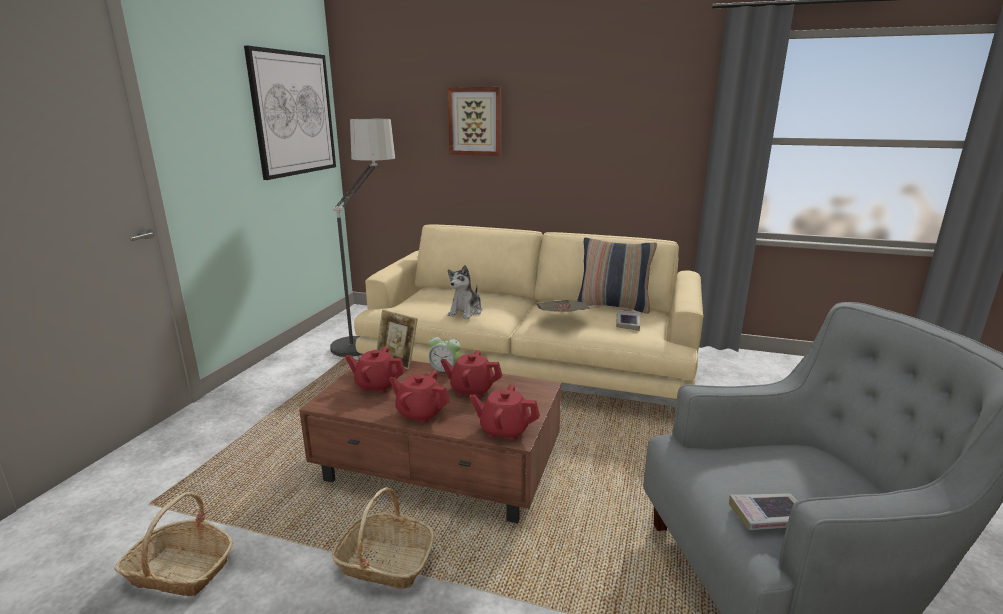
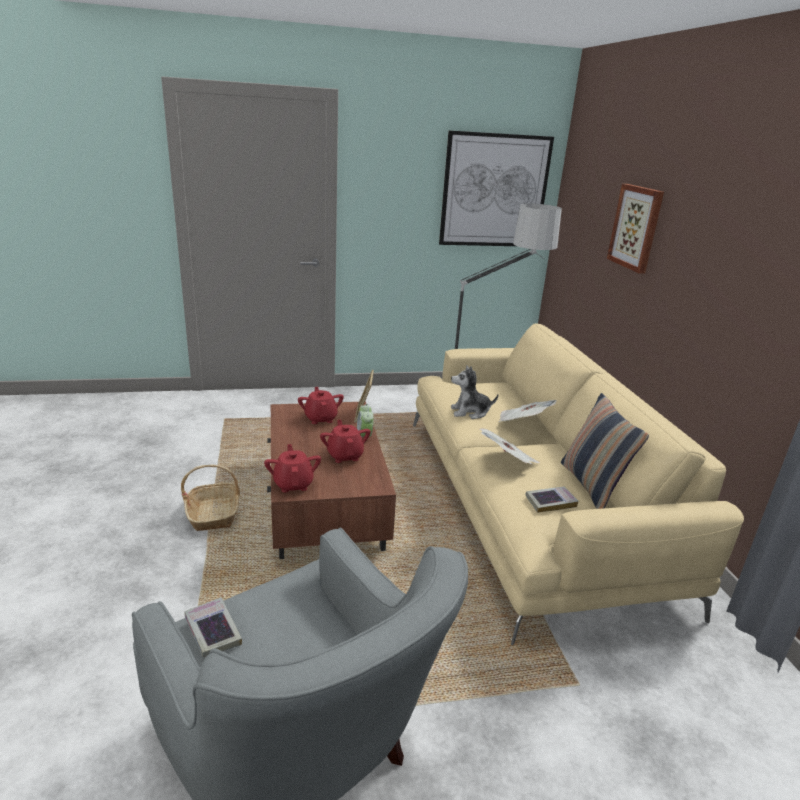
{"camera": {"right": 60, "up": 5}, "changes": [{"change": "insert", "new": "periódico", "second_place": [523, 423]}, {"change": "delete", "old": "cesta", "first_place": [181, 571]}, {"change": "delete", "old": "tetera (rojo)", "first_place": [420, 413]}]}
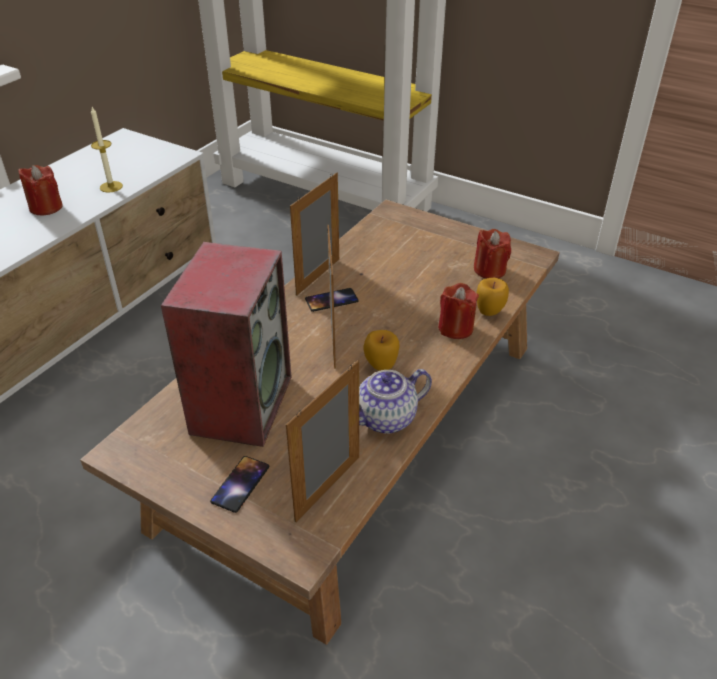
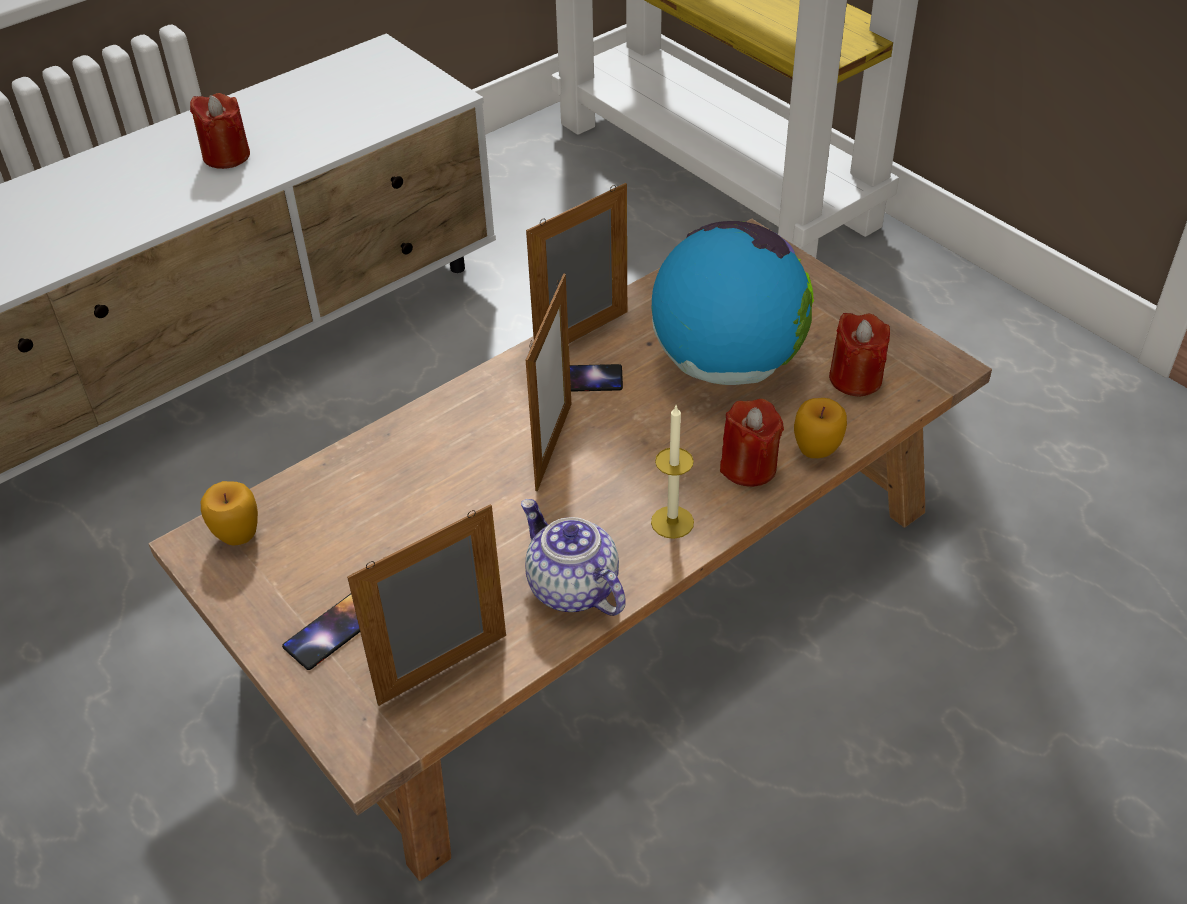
{"camera": {"right": 20, "up": 5}, "changes": [{"change": "move", "old": "manzana", "first_place": [381, 366], "second_place": [237, 535]}, {"change": "rotate", "old": "tetera", "first_place": [386, 419], "second_place": [571, 588], "degrees": 60}, {"change": "move", "old": "vela", "first_place": [111, 187], "second_place": [672, 522]}, {"change": "insert", "new": "globo terráqueo", "second_place": [727, 365]}, {"change": "delete", "old": "altavoz", "first_place": [241, 403]}]}
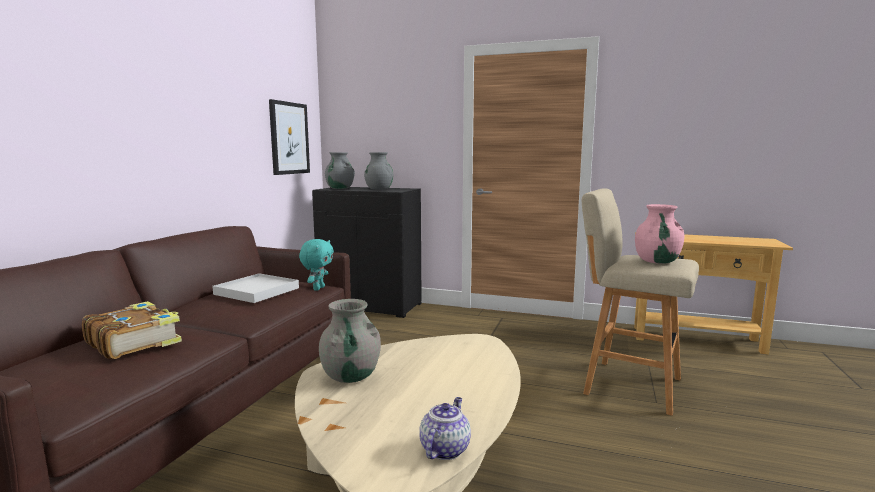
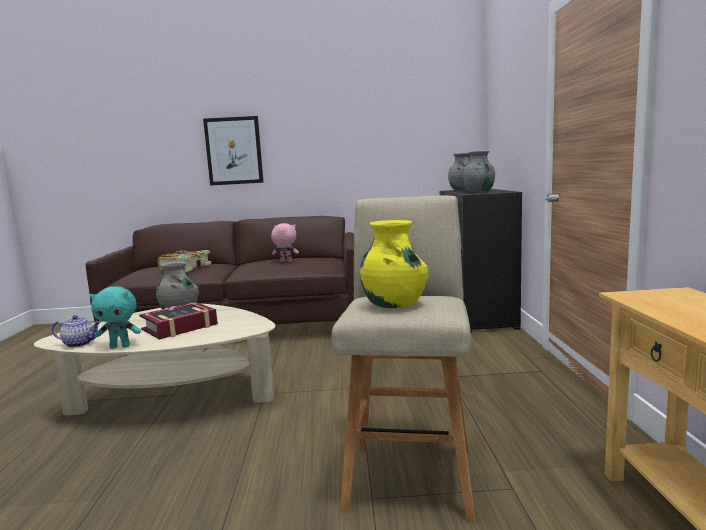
{"camera": {"right": 70, "up": 0}, "changes": [{"change": "move", "old": "peluche (turquesa)", "first_place": [318, 288], "second_place": [120, 346]}, {"change": "insert", "new": "libro", "second_place": [180, 327]}, {"change": "move", "old": "cuadro", "first_place": [289, 138], "second_place": [234, 151]}, {"change": "replace", "old": "bandeja (blanco)", "new": "peluche (rosa)", "first_place": [257, 291], "second_place": [285, 261]}, {"change": "recolor", "old": "florero (rosa)", "new": "florero (amarillo)", "first_place": [657, 261], "second_place": [394, 304]}]}
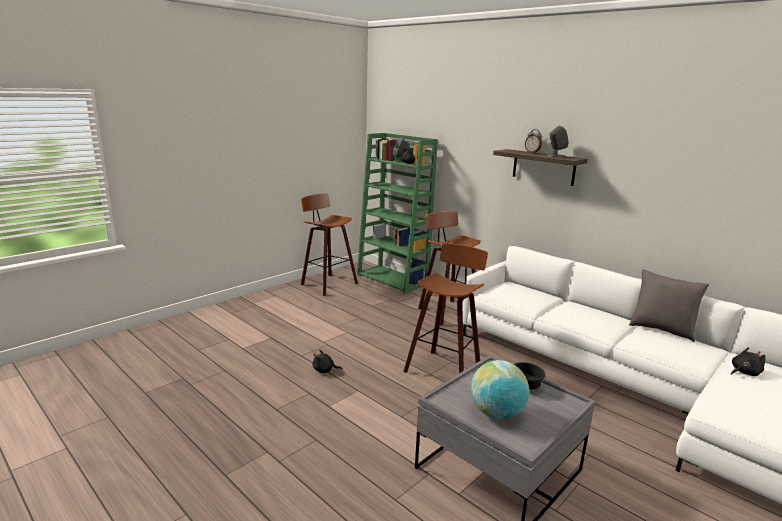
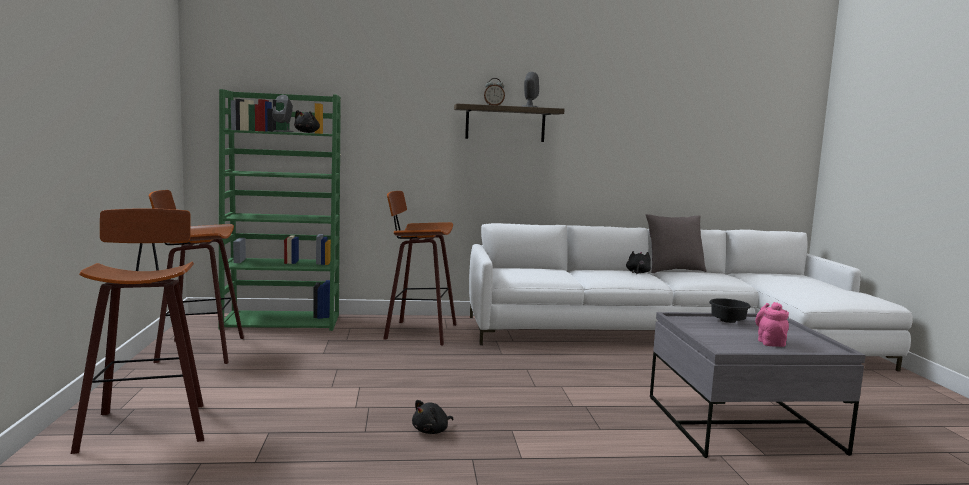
{"camera": {"right": -50, "up": -10}, "changes": [{"change": "move", "old": "taburete", "first_place": [445, 369], "second_place": [146, 425]}, {"change": "move", "old": "peluche (negro)", "first_place": [744, 372], "second_place": [637, 273]}, {"change": "replace", "old": "globo terráqueo", "new": "tetera (rosa)", "first_place": [496, 413], "second_place": [770, 342]}]}
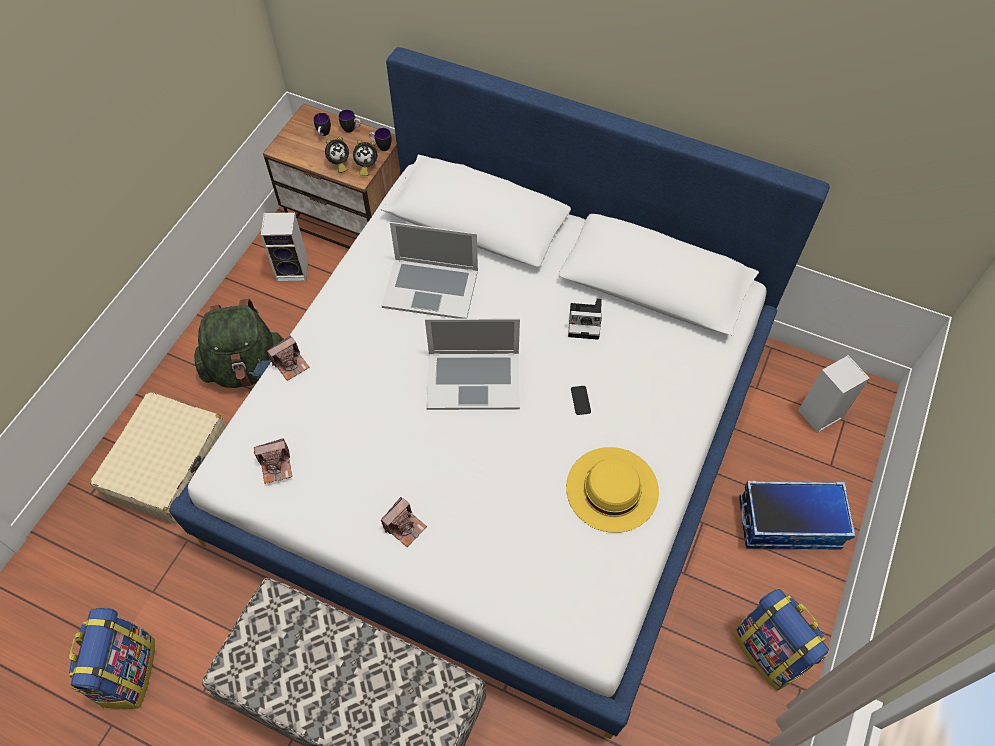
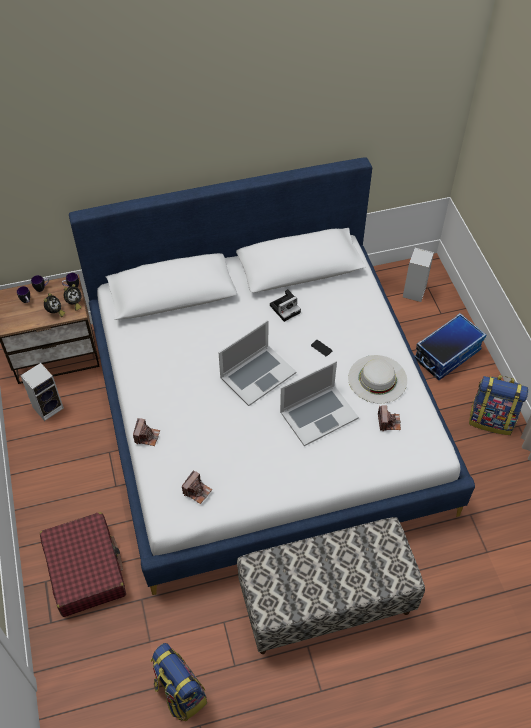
{"camera": {"right": -40, "up": -5}, "changes": [{"change": "recolor", "old": "maleta (beis)", "new": "maleta (rojo)", "first_place": [169, 465], "second_place": [85, 569]}, {"change": "move", "old": "portátil", "first_place": [430, 288], "second_place": [318, 414]}, {"change": "recolor", "old": "sombrero (amarillo)", "new": "sombrero (blanco)", "first_place": [612, 489], "second_place": [377, 379]}, {"change": "move", "old": "cámara", "first_place": [405, 526], "second_place": [388, 422]}, {"change": "delete", "old": "mochila (verde)", "first_place": [248, 369]}]}
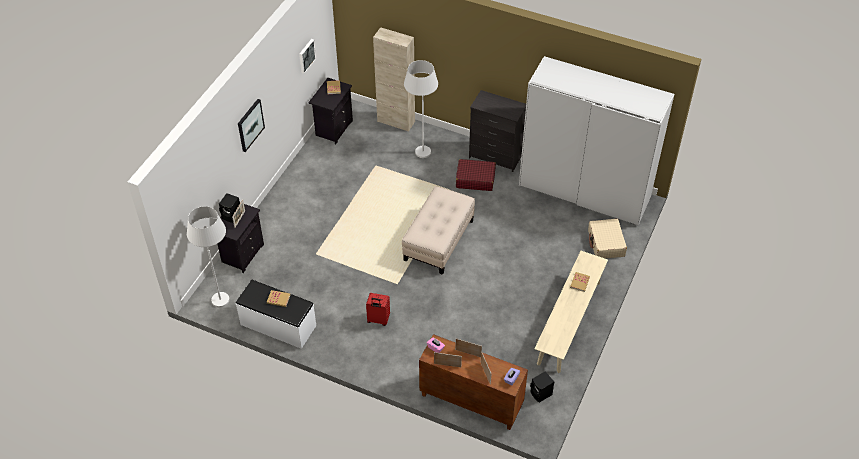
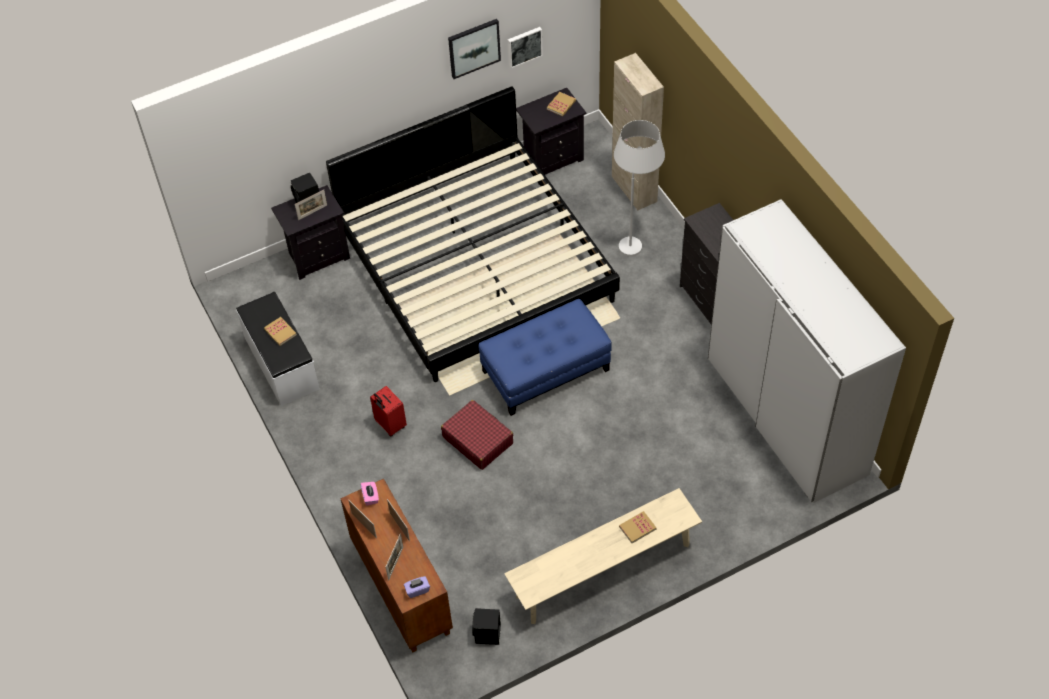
{"camera": {"right": 40, "up": 5}, "changes": [{"change": "insert", "new": "cama", "second_place": [476, 265]}, {"change": "move", "old": "maleta (rojo)", "first_place": [475, 179], "second_place": [477, 440]}, {"change": "move", "old": "cuadro", "first_place": [250, 125], "second_place": [474, 48]}, {"change": "recolor", "old": "puf (beis)", "new": "puf (azul)", "first_place": [438, 240], "second_place": [545, 370]}, {"change": "delete", "old": "lámpara de pie (blanco)", "first_place": [220, 292]}, {"change": "delete", "old": "maleta (beis)", "first_place": [606, 243]}]}
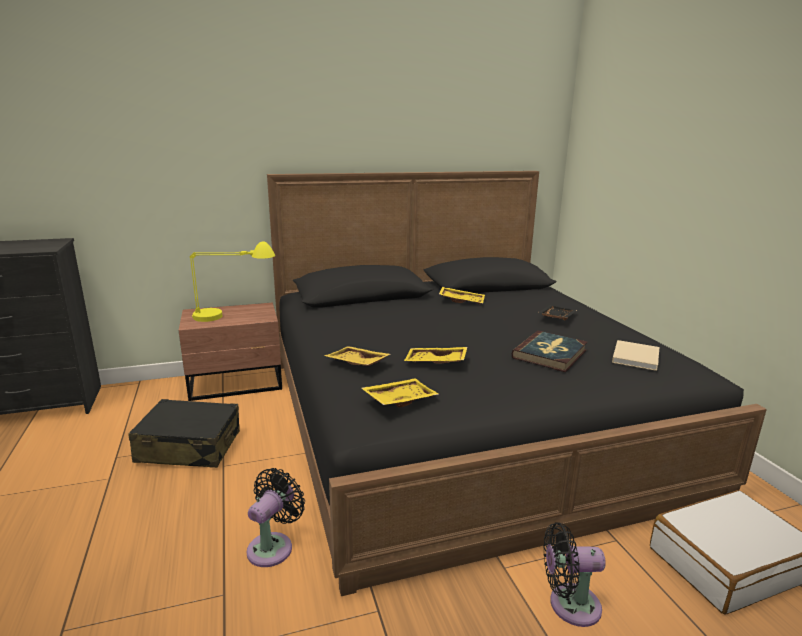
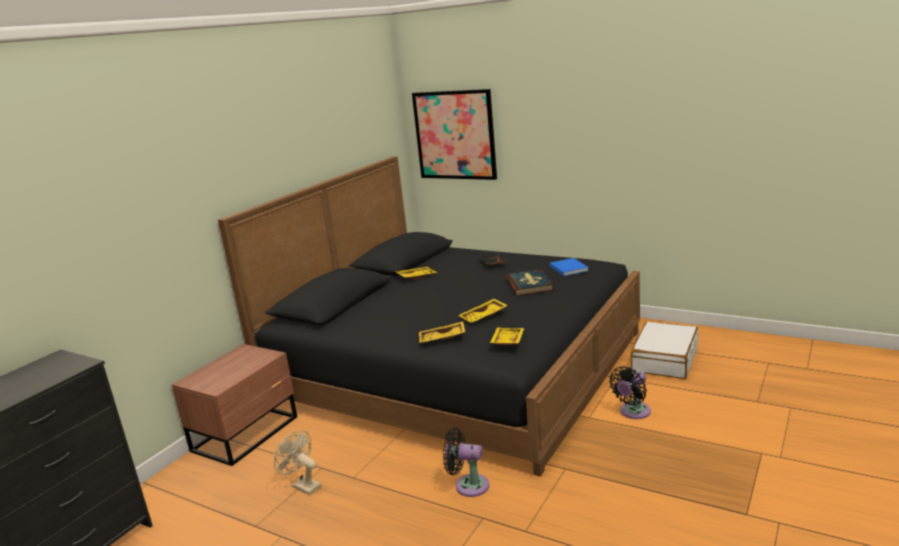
{"camera": {"right": -40, "up": 0}, "changes": [{"change": "replace", "old": "maleta (negro)", "new": "ventilador (beis)", "first_place": [189, 447], "second_place": [302, 485]}, {"change": "insert", "new": "cuadro", "second_place": [455, 135]}, {"change": "rotate", "old": "ventilador (negro)", "first_place": [273, 546], "second_place": [468, 485], "degrees": -60}, {"change": "recolor", "old": "libro (beis)", "new": "libro (azul)", "first_place": [635, 356], "second_place": [568, 268]}, {"change": "delete", "old": "lámpara de mesa (amarillo)", "first_place": [233, 316]}]}
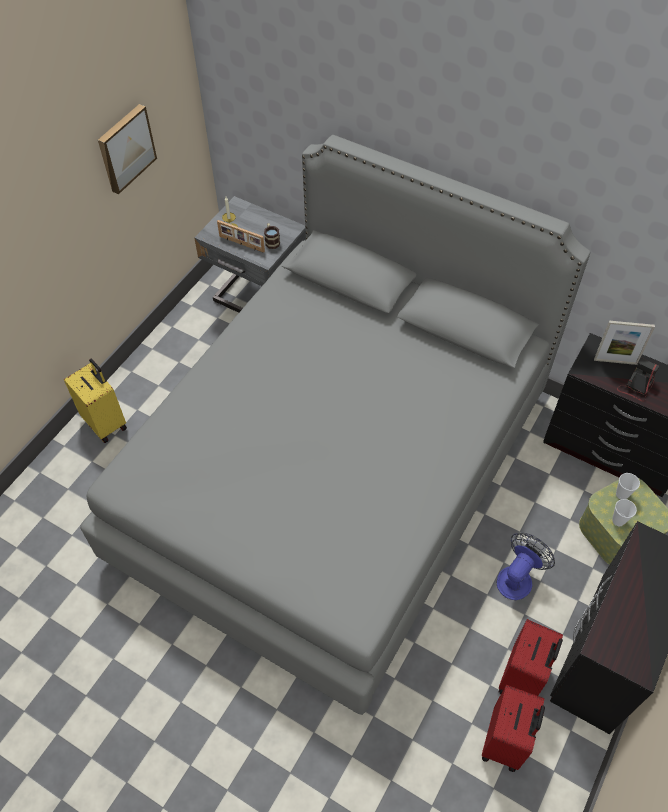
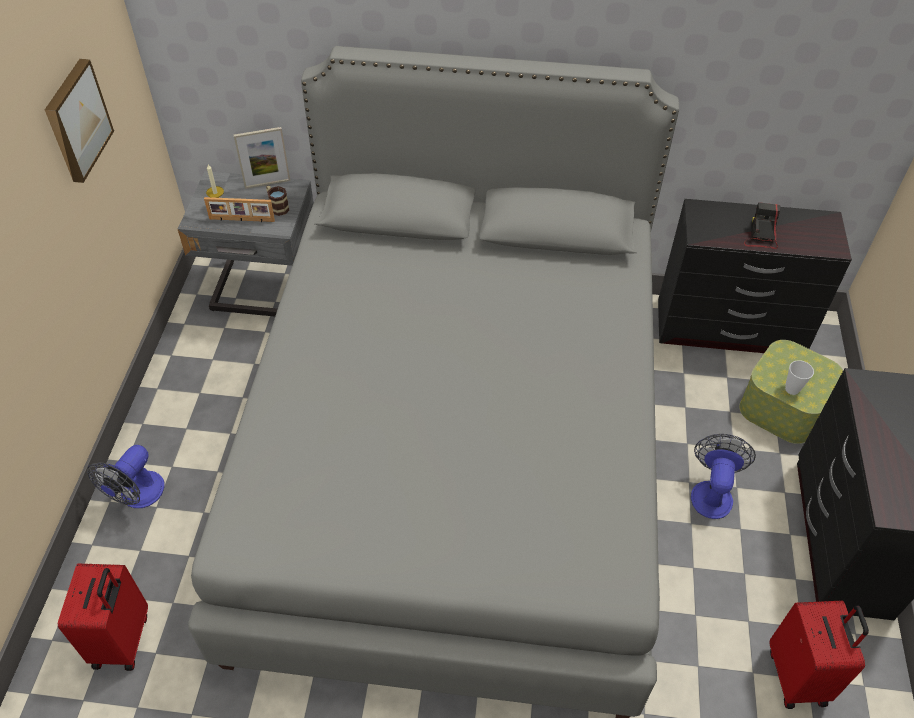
{"camera": {"right": -25, "up": -5}, "changes": [{"change": "move", "old": "maleta (rojo)", "first_place": [522, 678], "second_place": [123, 640]}, {"change": "replace", "old": "maleta (amarillo)", "new": "ventilador", "first_place": [106, 423], "second_place": [137, 496]}, {"change": "move", "old": "portarretratos", "first_place": [615, 361], "second_place": [267, 183]}, {"change": "delete", "old": "taza", "first_place": [621, 494]}]}
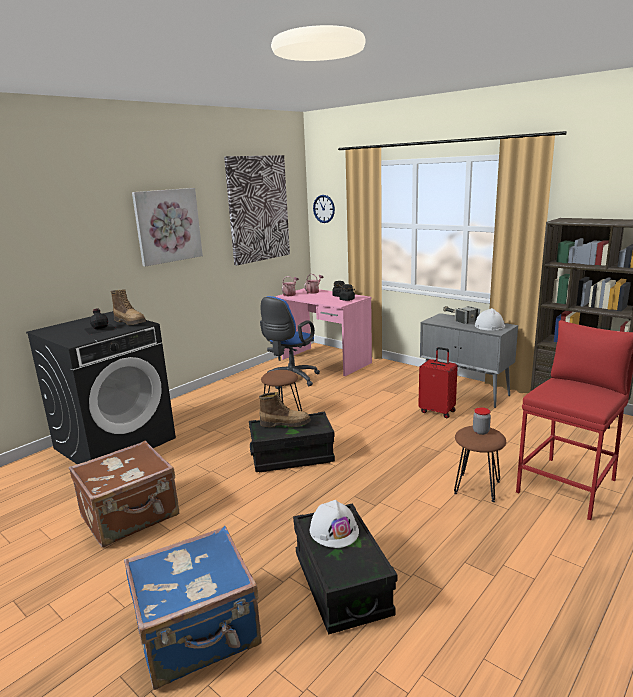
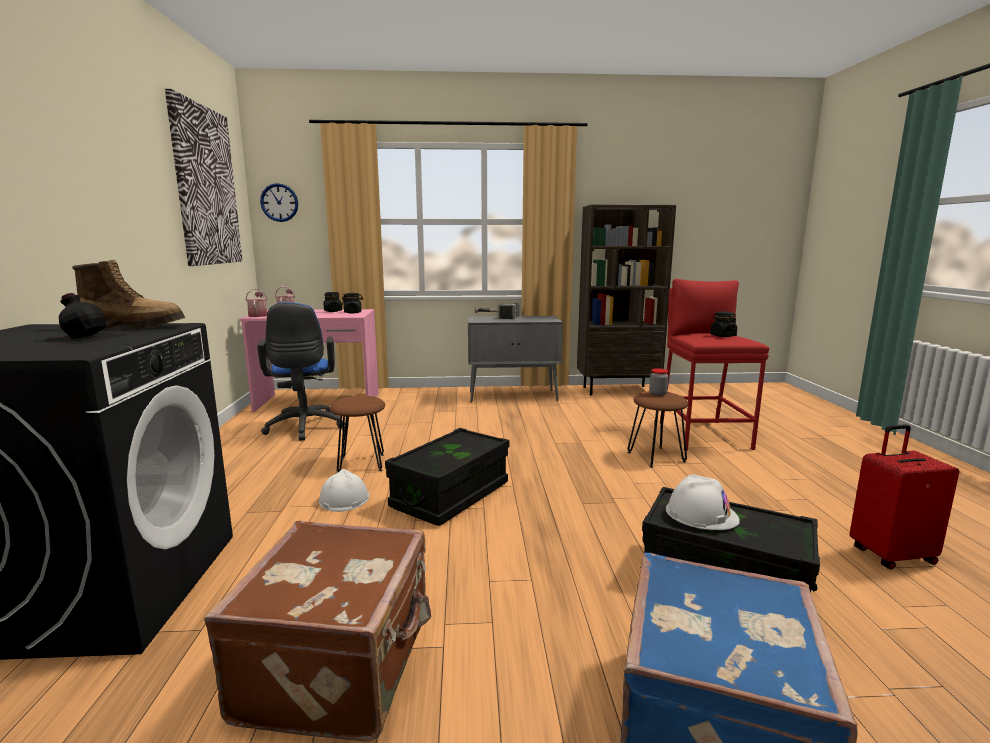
{"camera": {"right": -45, "up": -5}, "changes": [{"change": "move", "old": "casco (blanco)", "first_place": [489, 326], "second_place": [344, 499]}, {"change": "insert", "new": "tarro (negro)", "second_place": [722, 336]}, {"change": "move", "old": "maleta (rojo)", "first_place": [437, 411], "second_place": [890, 555]}, {"change": "delete", "old": "cuadro", "first_place": [167, 226]}, {"change": "delete", "old": "bota", "first_place": [285, 424]}]}
